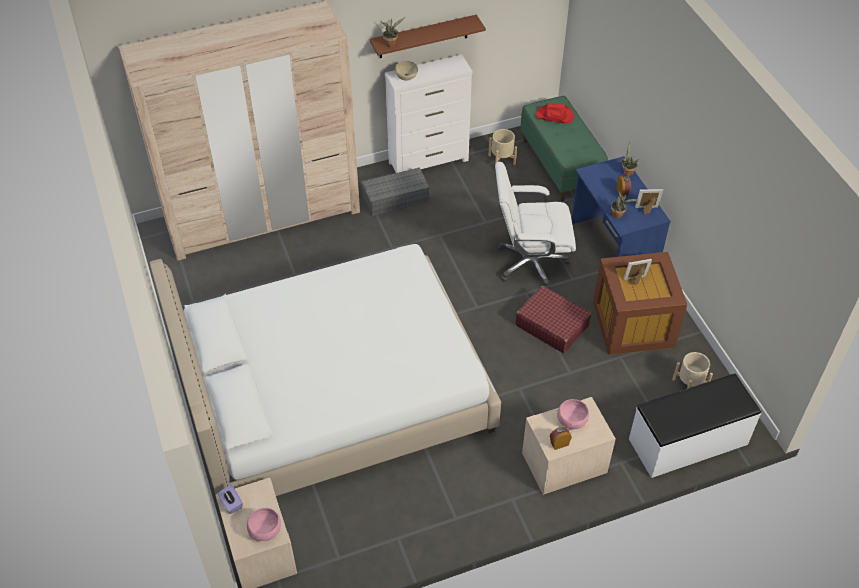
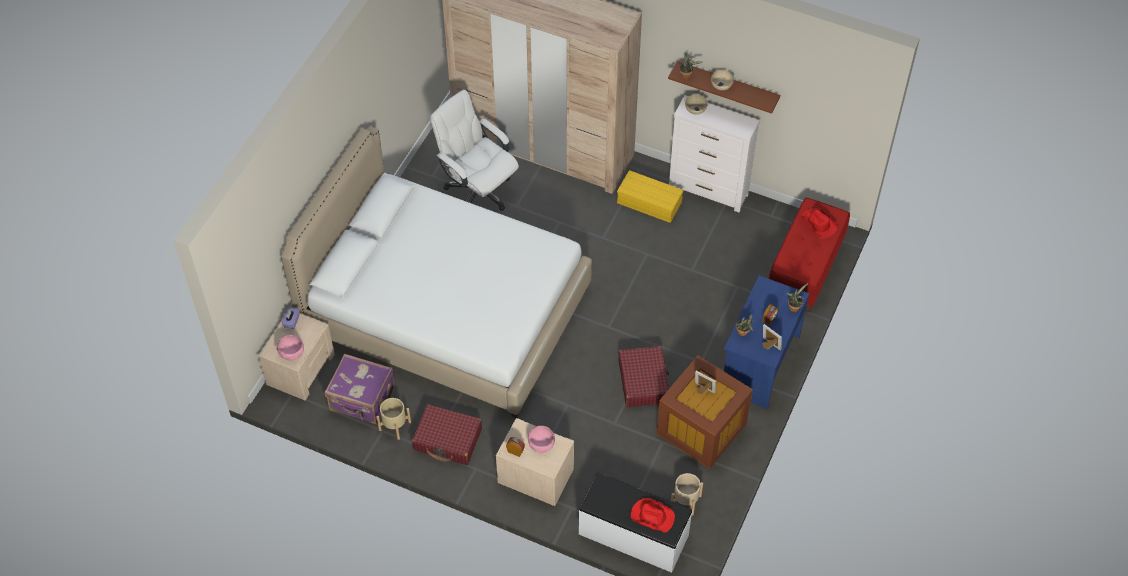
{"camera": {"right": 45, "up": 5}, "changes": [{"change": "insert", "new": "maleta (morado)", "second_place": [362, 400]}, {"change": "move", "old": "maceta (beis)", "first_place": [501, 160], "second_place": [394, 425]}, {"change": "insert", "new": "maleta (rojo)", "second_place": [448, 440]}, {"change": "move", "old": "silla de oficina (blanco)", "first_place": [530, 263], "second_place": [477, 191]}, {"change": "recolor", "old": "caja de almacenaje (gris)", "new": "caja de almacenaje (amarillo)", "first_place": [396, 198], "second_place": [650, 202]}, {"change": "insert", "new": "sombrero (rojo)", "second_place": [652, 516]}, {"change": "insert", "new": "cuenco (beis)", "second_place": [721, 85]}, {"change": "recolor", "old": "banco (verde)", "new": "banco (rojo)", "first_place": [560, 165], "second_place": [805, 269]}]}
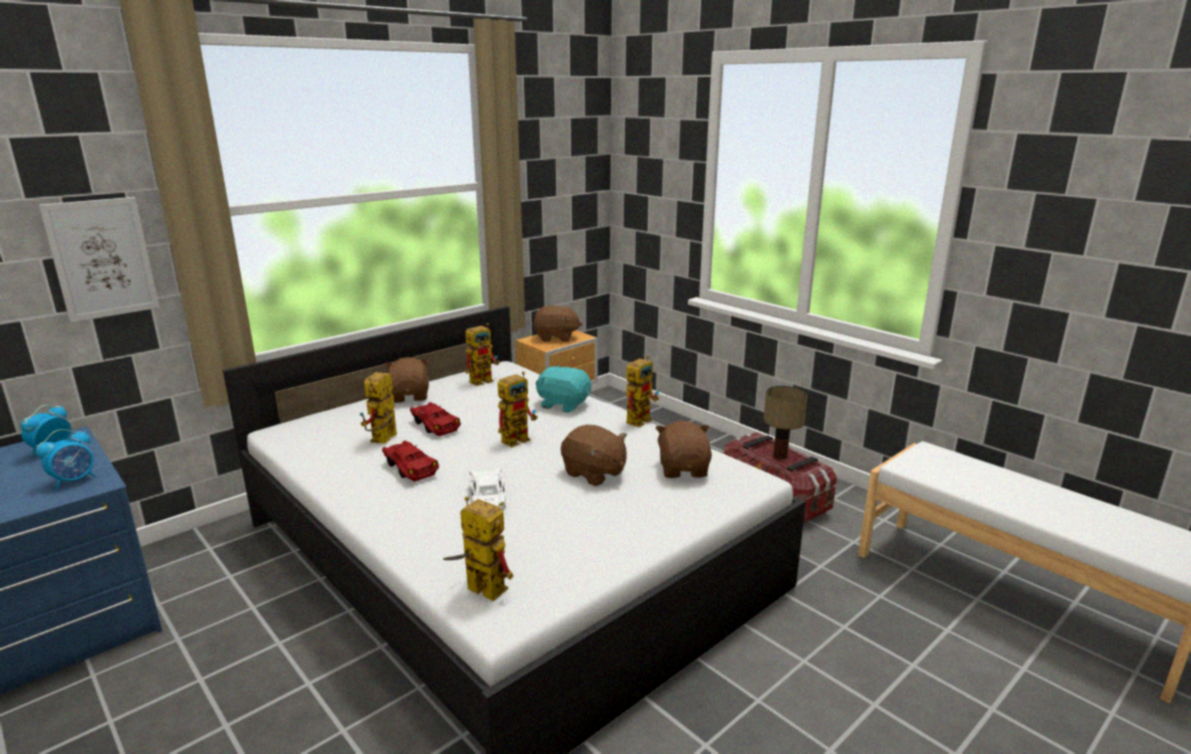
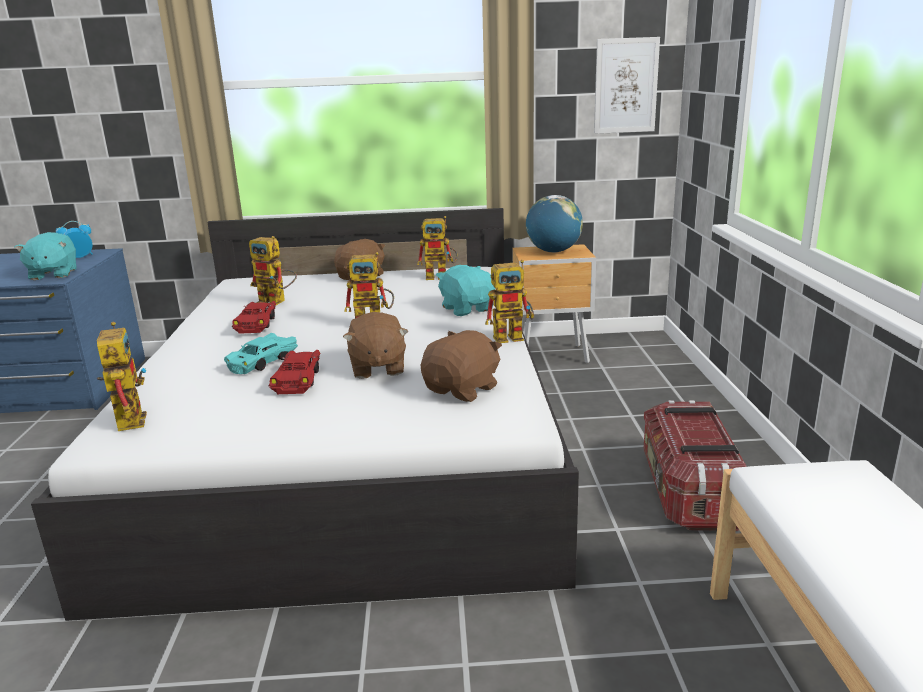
{"camera": {"right": 40, "up": 0}, "changes": [{"change": "replace", "old": "despertador", "new": "peluche (turquesa)", "first_place": [74, 480], "second_place": [53, 274]}, {"change": "recolor", "old": "coche de juguete (blanco)", "new": "coche de juguete (turquesa)", "first_place": [488, 500], "second_place": [261, 362]}, {"change": "rotate", "old": "robot de juguete", "first_place": [383, 441], "second_place": [277, 302], "degrees": -120}, {"change": "move", "old": "coche de juguete (rojo)", "first_place": [434, 425], "second_place": [299, 379]}, {"change": "replace", "old": "peluche (marrón)", "new": "globo terráqueo", "first_place": [556, 338], "second_place": [553, 251]}, {"change": "move", "old": "cuadro", "first_place": [102, 259], "second_place": [626, 86]}, {"change": "delete", "old": "lámpara de mesa", "first_place": [779, 455]}]}
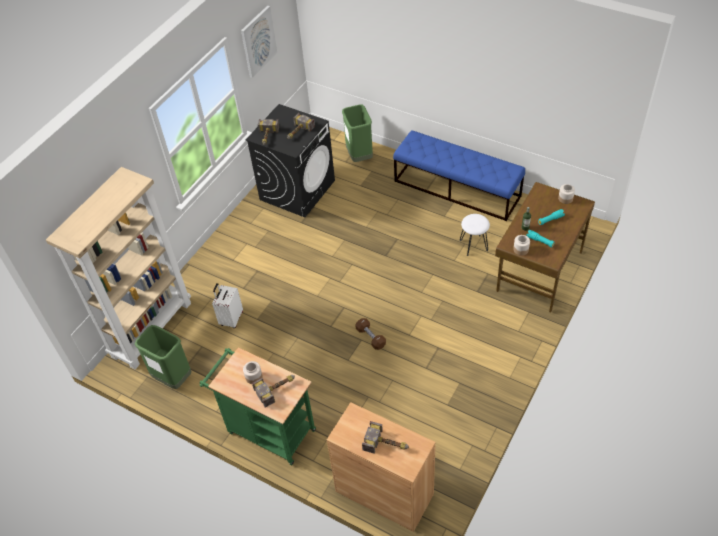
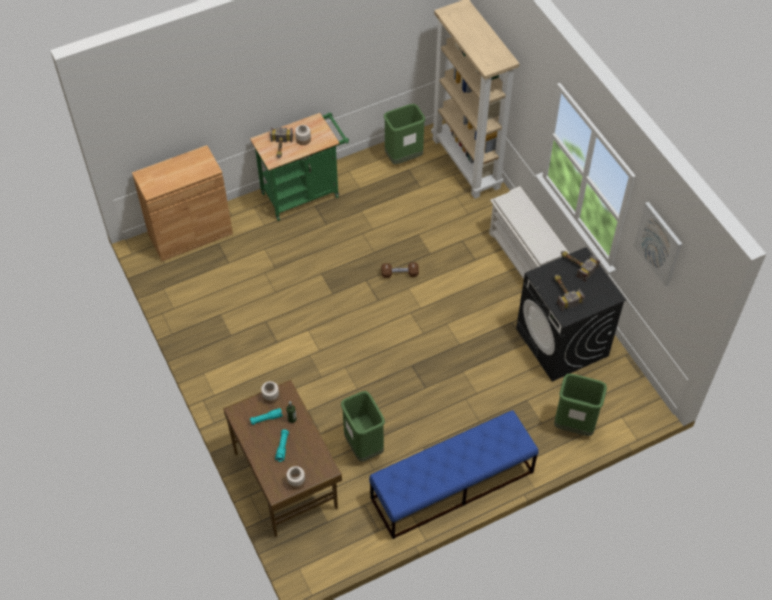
{"camera": {"right": 120, "up": 5}, "changes": [{"change": "replace", "old": "taburete (blanco)", "new": "papelera (verde)", "first_place": [473, 245], "second_place": [364, 446]}, {"change": "move", "old": "mancuerna (marrón)", "first_place": [370, 337], "second_place": [399, 274]}, {"change": "insert", "new": "zapatero (blanco)", "second_place": [525, 260]}, {"change": "delete", "old": "maleta (blanco)", "first_place": [231, 319]}, {"change": "delete", "old": "martillo", "first_place": [387, 444]}]}
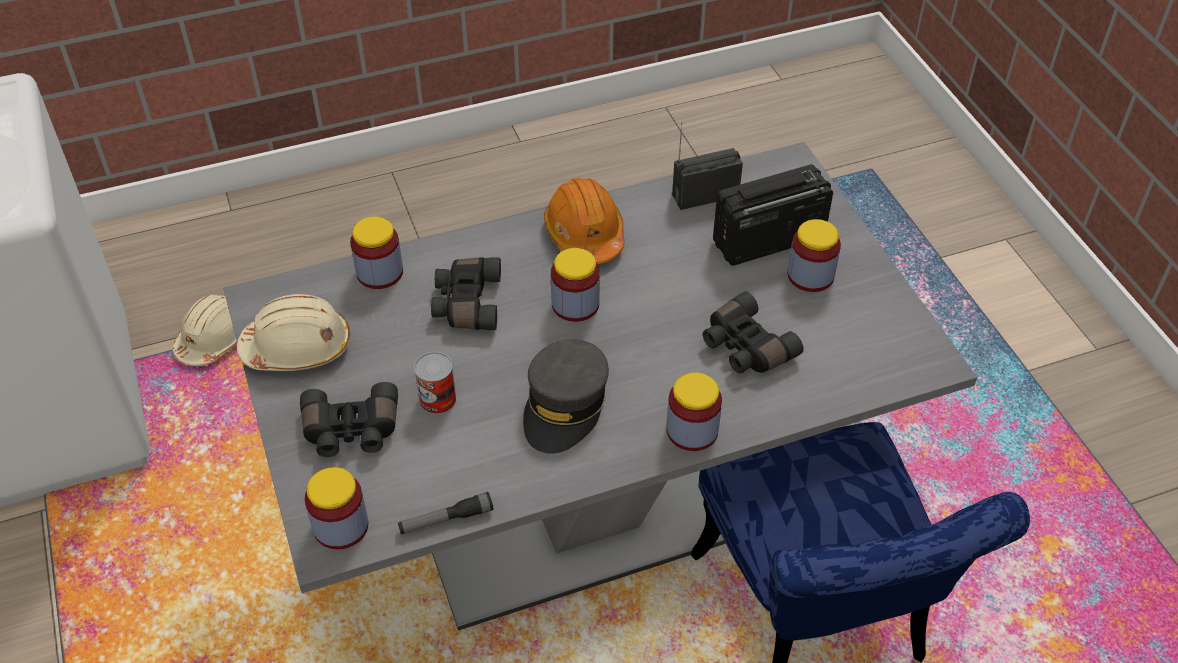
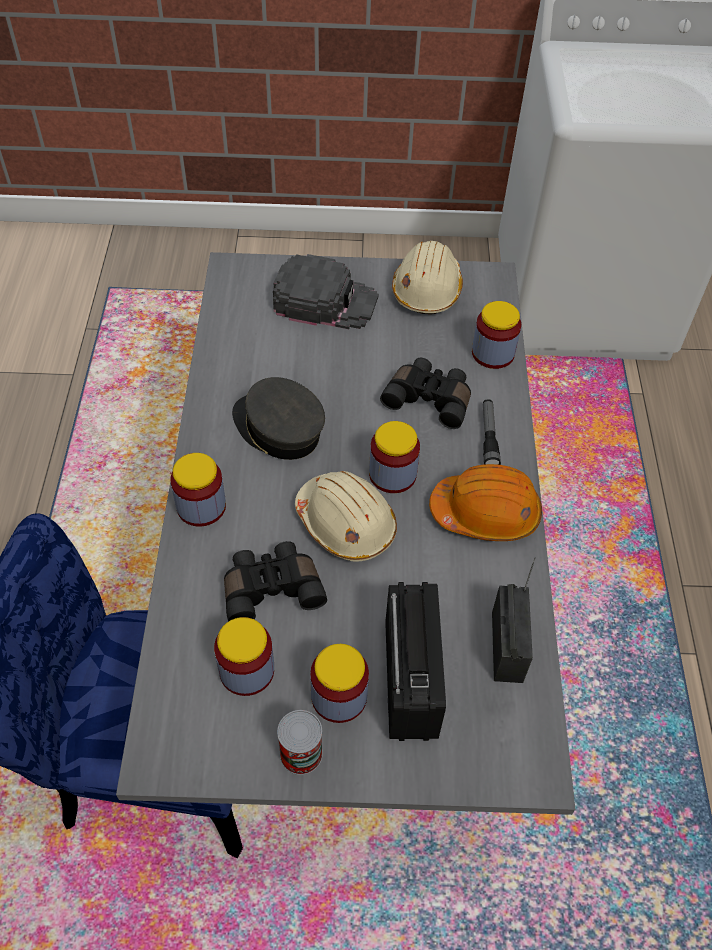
{"camera": {"right": 110, "up": 5}, "changes": [{"change": "move", "old": "tarro", "first_place": [341, 526], "second_place": [247, 670]}, {"change": "replace", "old": "prismáticos (negro)", "new": "gorra (negro)", "first_place": [351, 431], "second_place": [325, 300]}, {"change": "move", "old": "lata", "first_place": [437, 399], "second_place": [301, 753]}, {"change": "move", "old": "casco (beis)", "first_place": [213, 339], "second_place": [346, 524]}, {"change": "move", "old": "linterna", "first_place": [446, 520], "second_place": [488, 437]}]}
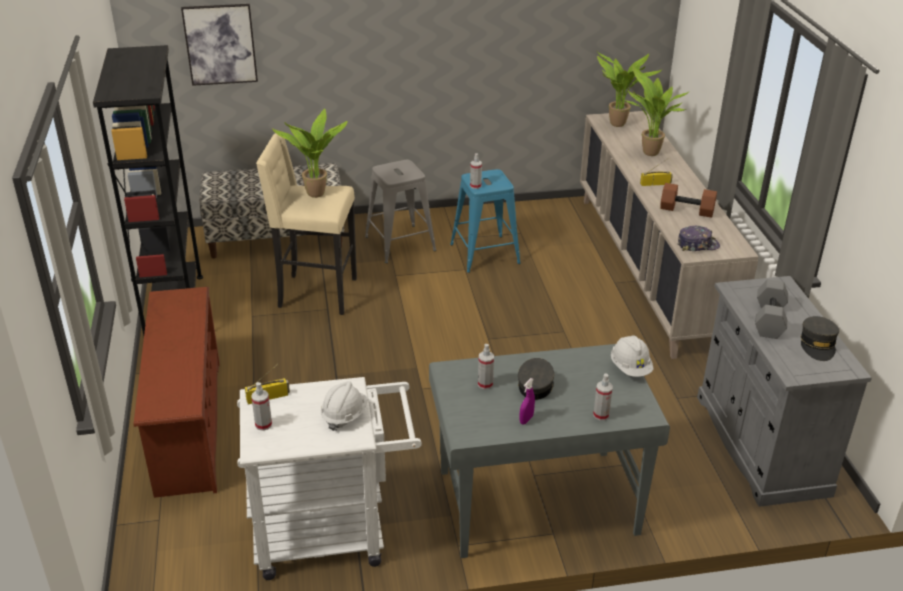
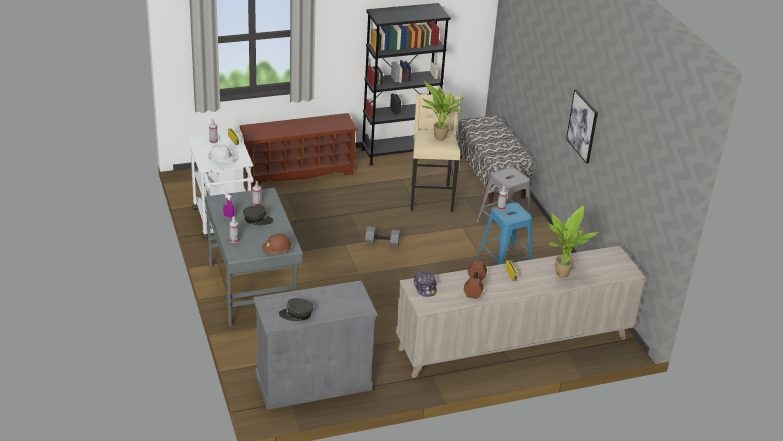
{"camera": {"right": 80, "up": 0}, "changes": [{"change": "recolor", "old": "casco (blanco)", "new": "casco (marrón)", "first_place": [630, 368], "second_place": [277, 251]}, {"change": "move", "old": "mancuerna (gris)", "first_place": [768, 319], "second_place": [382, 242]}, {"change": "move", "old": "cuadro", "first_place": [220, 44], "second_place": [582, 126]}, {"change": "delete", "old": "planta en maceta", "first_place": [617, 125]}]}
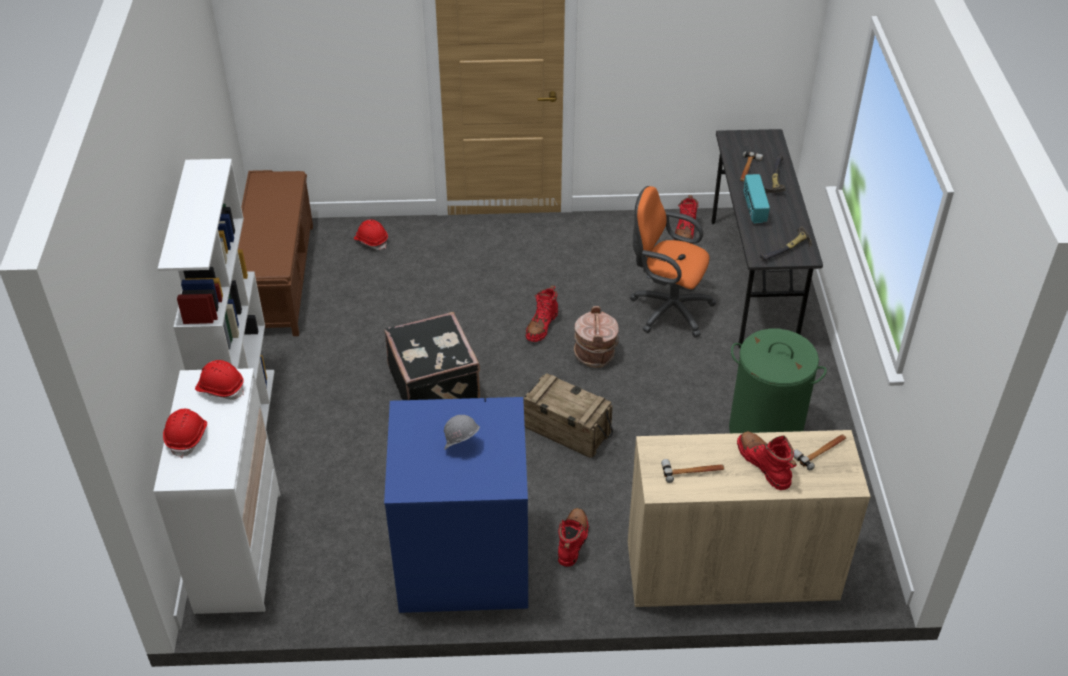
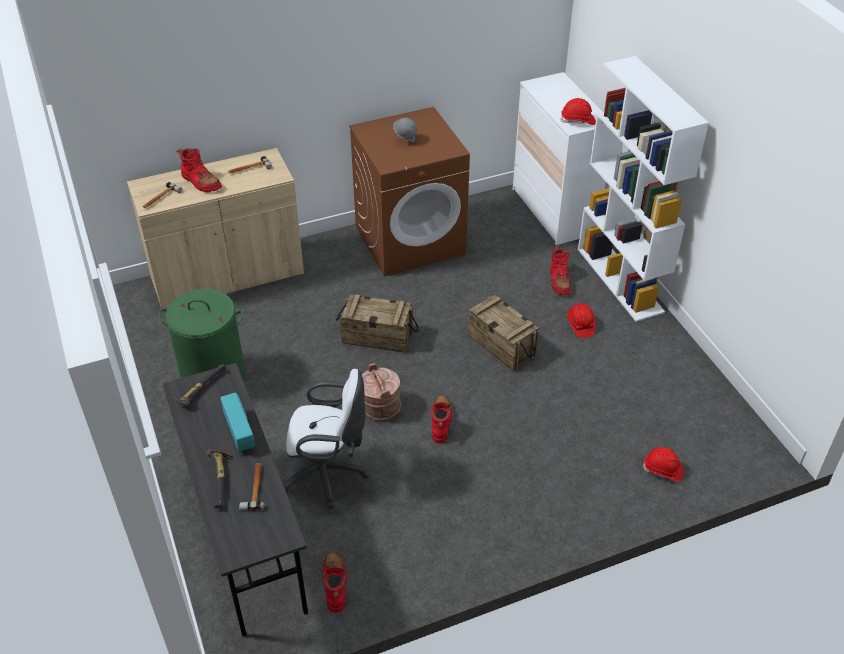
{"camera": {"right": 160, "up": 0}, "changes": [{"change": "recolor", "old": "silla de oficina (naranja)", "new": "silla de oficina (blanco)", "first_place": [667, 309], "second_place": [328, 474]}, {"change": "recolor", "old": "lavadora (azul)", "new": "lavadora (marrón)", "first_place": [462, 560], "second_place": [410, 240]}, {"change": "replace", "old": "maleta (negro)", "new": "caja de embalaje", "first_place": [435, 384], "second_place": [501, 345]}, {"change": "move", "old": "bota (rojo)", "first_place": [573, 541], "second_place": [559, 281]}, {"change": "move", "old": "casco (rojo)", "first_place": [187, 437], "second_place": [580, 325]}, {"change": "delete", "old": "banco (marrón)", "first_place": [278, 278]}]}
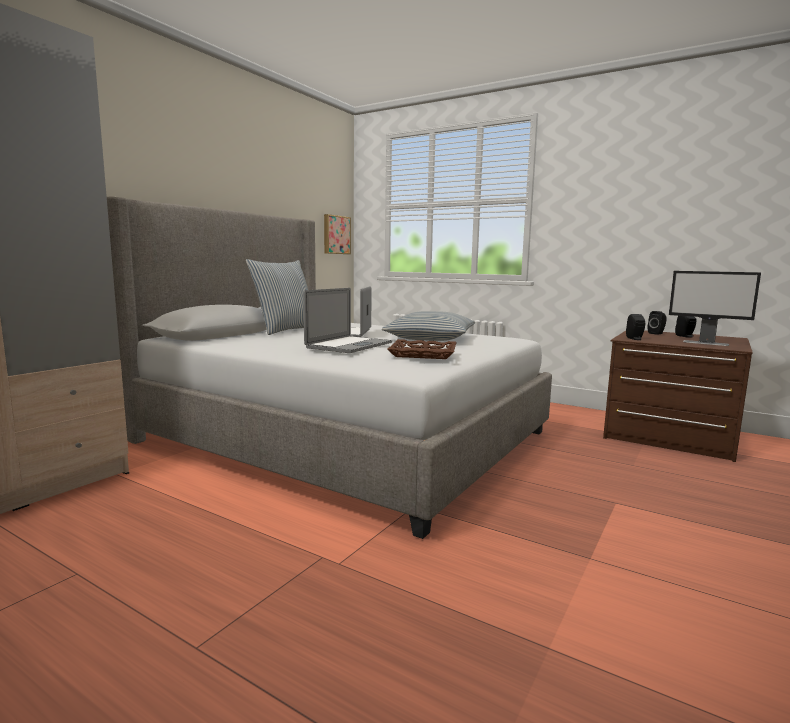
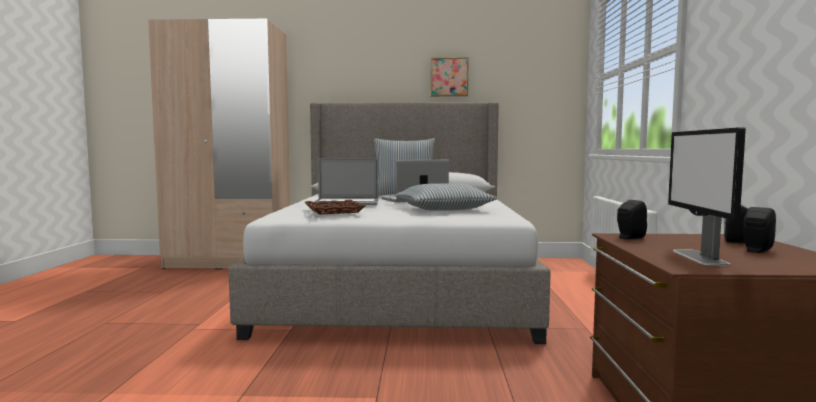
{"camera": {"right": 60, "up": -5}, "changes": [{"change": "move", "old": "cuadro", "first_place": [336, 235], "second_place": [449, 77]}]}
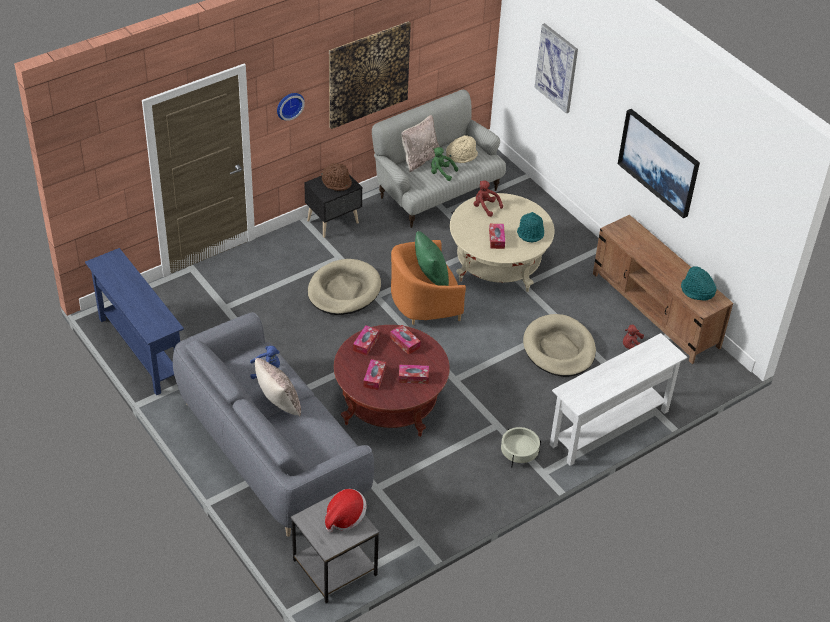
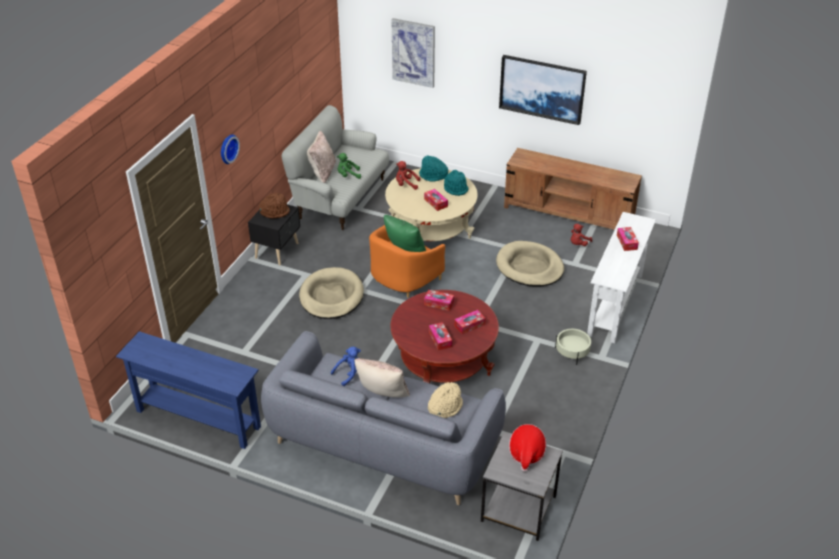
{"camera": {"right": -30, "up": -5}, "changes": [{"change": "move", "old": "sombrero (turquesa)", "first_place": [697, 291], "second_place": [433, 175]}, {"change": "move", "old": "sombrero (beis)", "first_place": [461, 155], "second_place": [445, 407]}, {"change": "move", "old": "caja de pañuelos", "first_place": [366, 343], "second_place": [626, 242]}, {"change": "delete", "old": "cuadro", "first_place": [368, 74]}]}
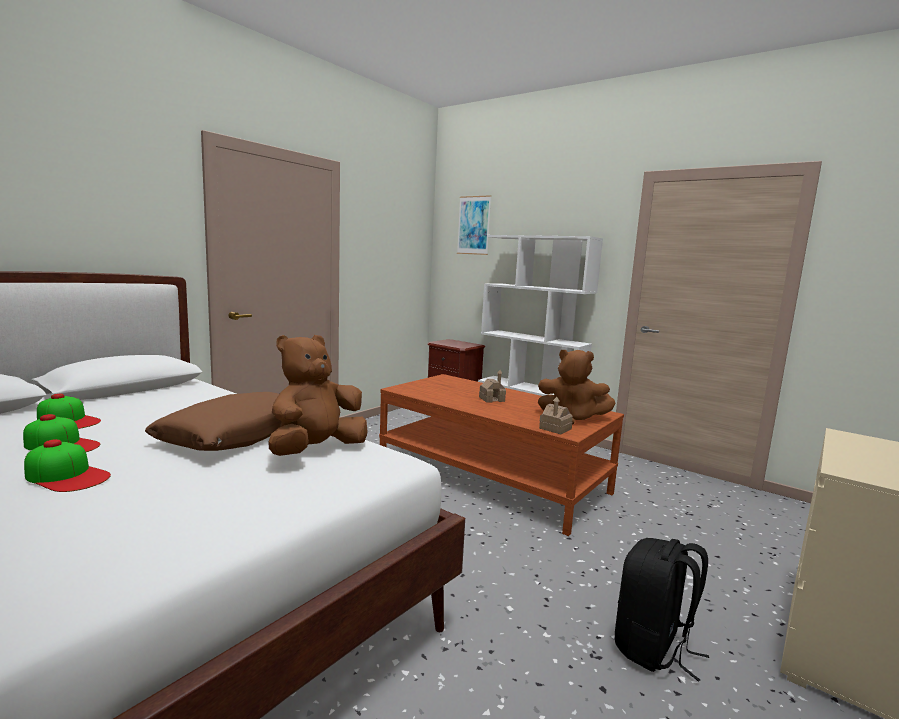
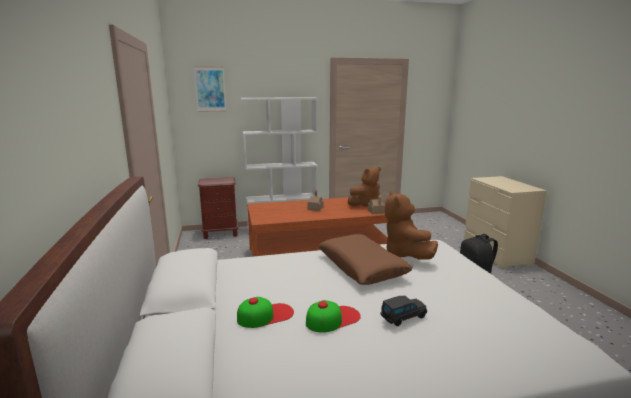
{"camera": {"right": -50, "up": 5}, "changes": [{"change": "replace", "old": "gorra", "new": "coche de juguete (negro)", "first_place": [67, 475], "second_place": [402, 317]}]}
